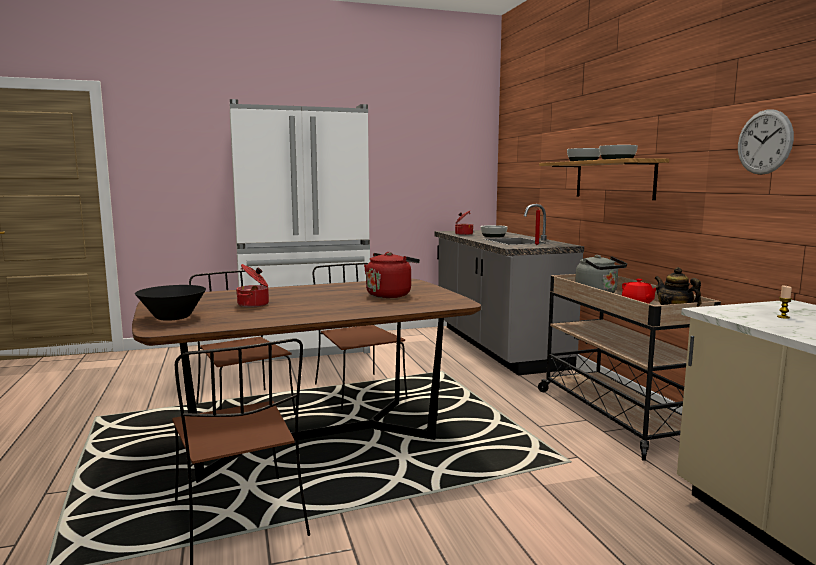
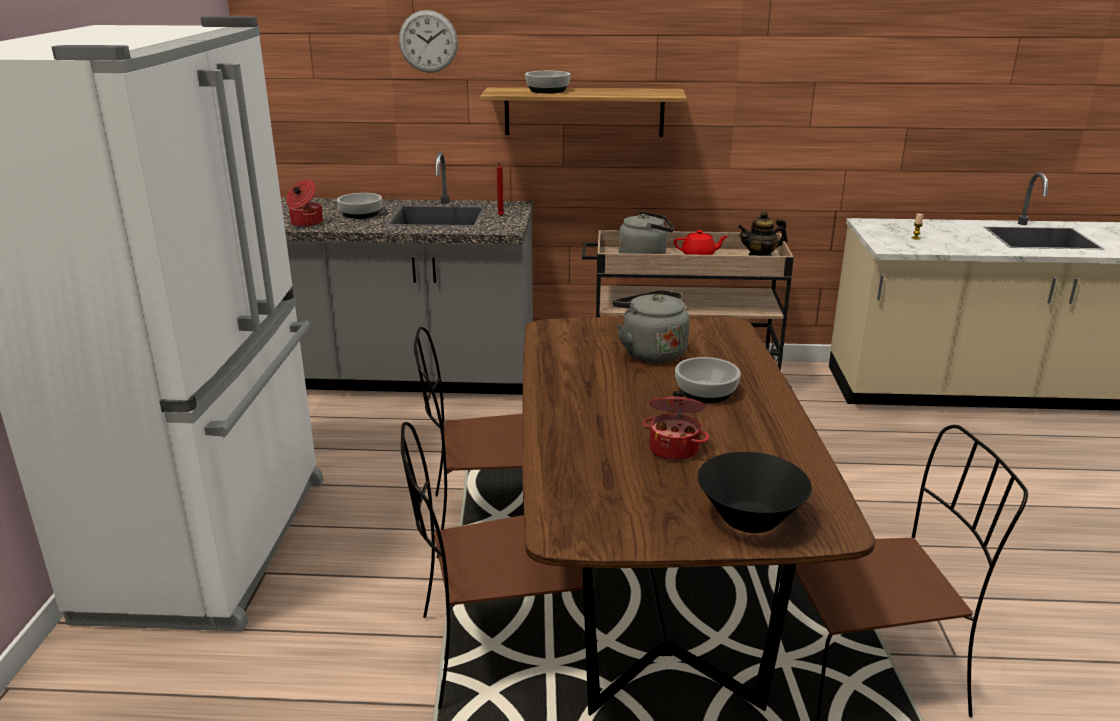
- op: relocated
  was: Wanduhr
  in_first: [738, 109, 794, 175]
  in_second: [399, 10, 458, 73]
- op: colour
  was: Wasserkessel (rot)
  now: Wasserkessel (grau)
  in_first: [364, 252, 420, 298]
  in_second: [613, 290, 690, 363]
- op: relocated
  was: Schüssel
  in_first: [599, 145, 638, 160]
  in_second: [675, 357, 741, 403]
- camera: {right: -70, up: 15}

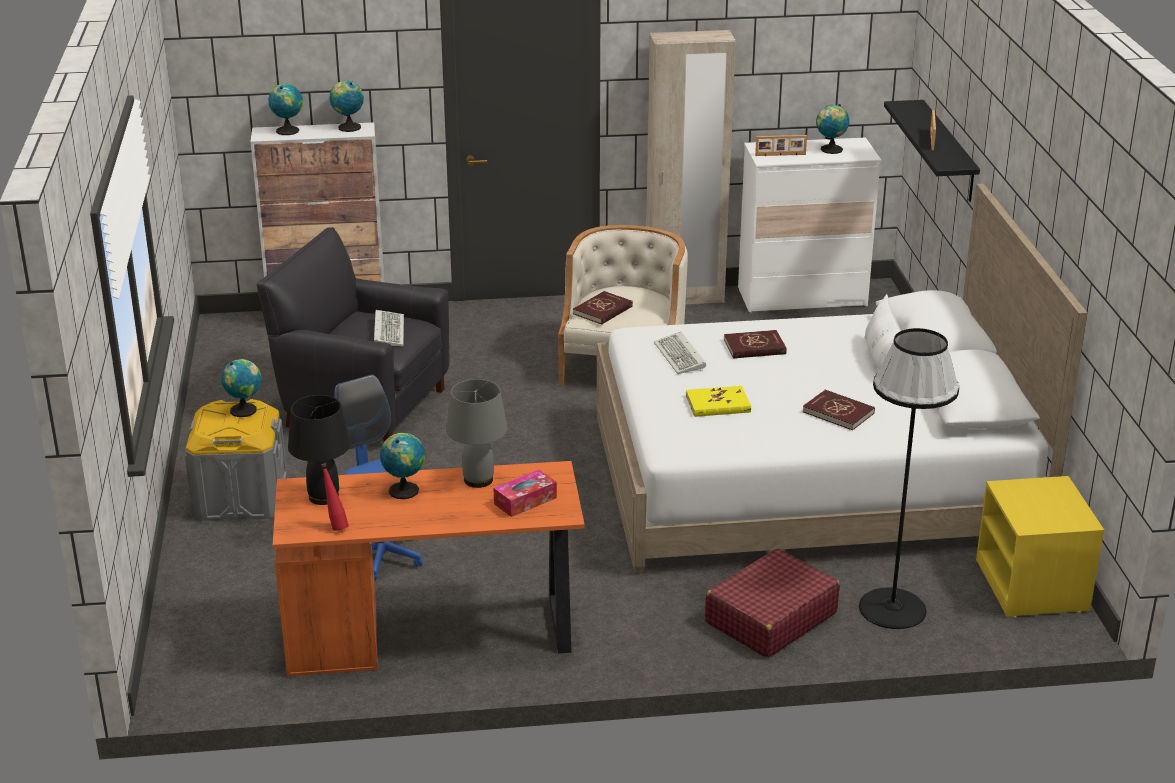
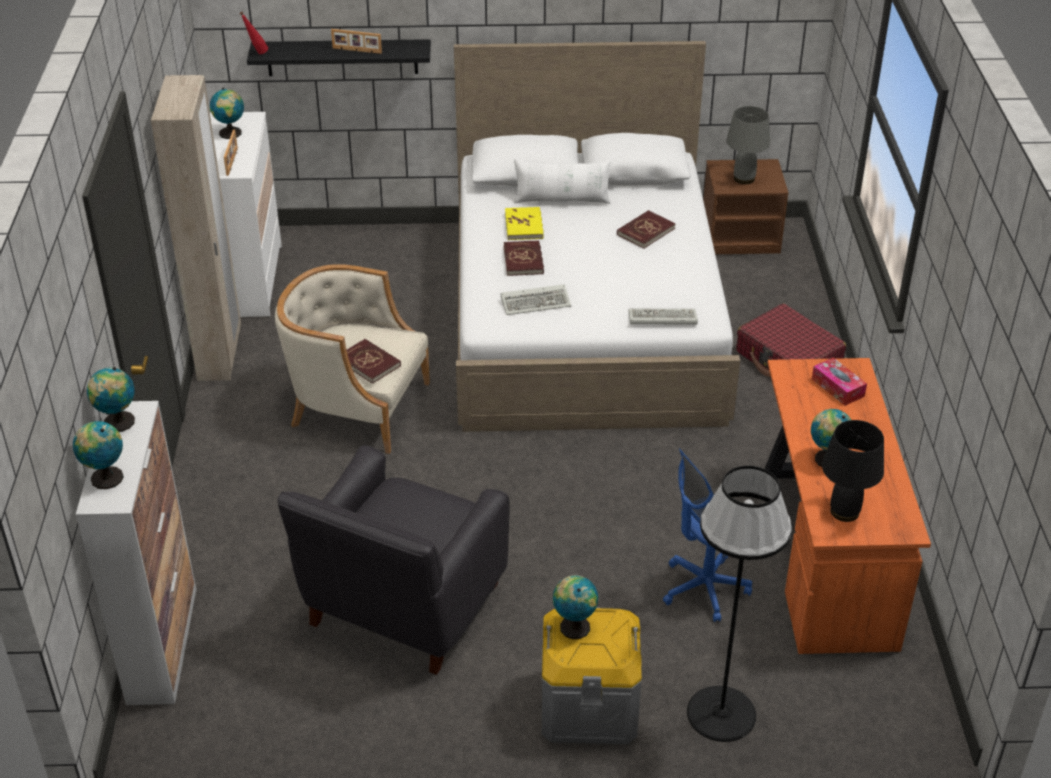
- op: relocated
  was: Flasche (rot)
  in_first: [321, 463, 349, 531]
  in_second: [240, 12, 268, 54]
- op: relocated
  was: Buch (gelb)
  in_first: [686, 386, 751, 417]
  in_second: [505, 207, 544, 240]
- op: relocated
  was: Tastatur
  in_first: [374, 310, 404, 346]
  in_second: [629, 309, 698, 325]
- op: relocated
  was: Stehlampe (schwarz)
  in_first: [859, 328, 959, 629]
  in_second: [687, 466, 792, 742]
- op: colour
  was: Nachttisch (gelb)
  now: Nachttisch (braun)
  in_first: [976, 476, 1104, 618]
  in_second: [703, 159, 789, 254]
- op: relocated
  was: Tischlampe (grau)
  in_first: [446, 379, 507, 488]
  in_second: [726, 106, 770, 184]
- camera: {right: -85, up: 10}

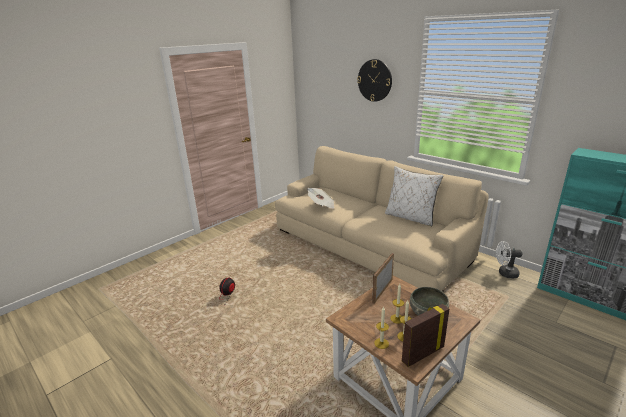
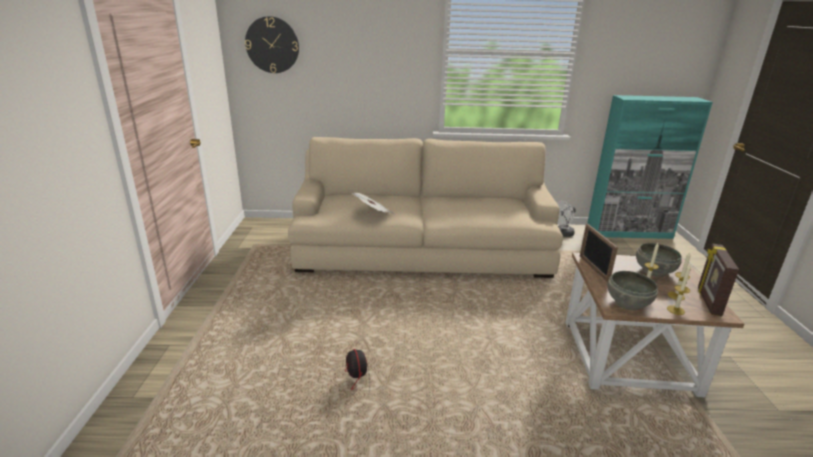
- op: relocated
  was: Wanduhr
  in_first: [357, 59, 392, 102]
  in_second: [245, 16, 299, 73]
- op: appeared
  now: Schüssel (grau)
  in_second: [608, 271, 658, 310]
- op: missing
  was: Kissen (weiß)
  in_first: [385, 166, 443, 226]
- camera: {right: -45, up: 0}

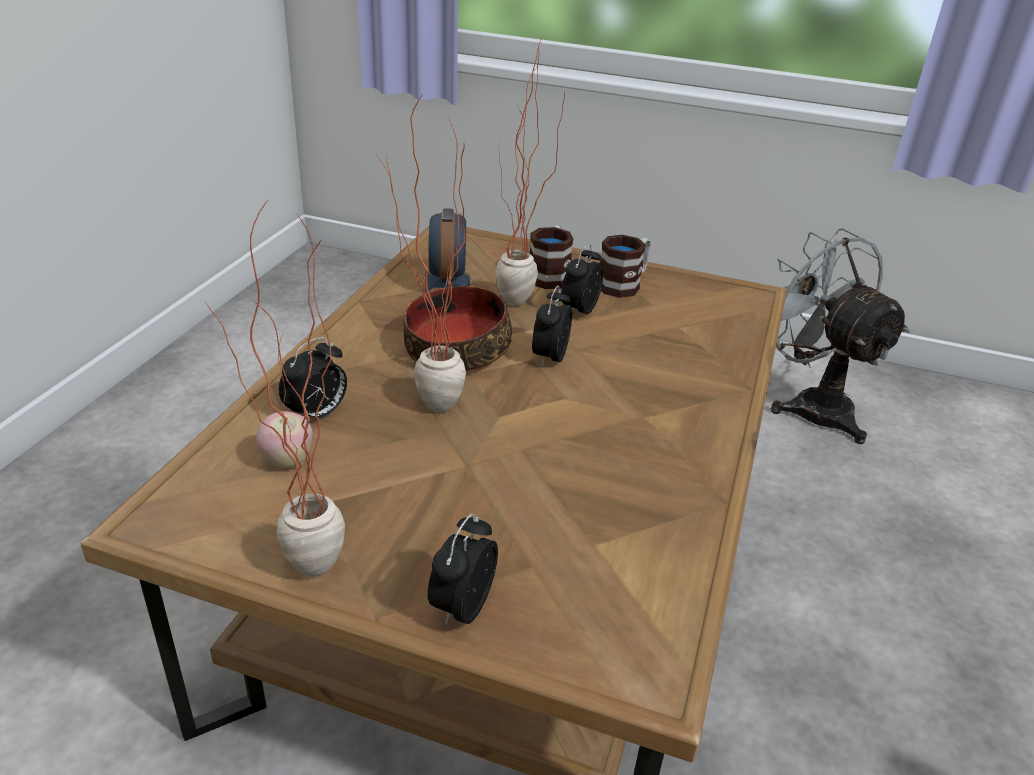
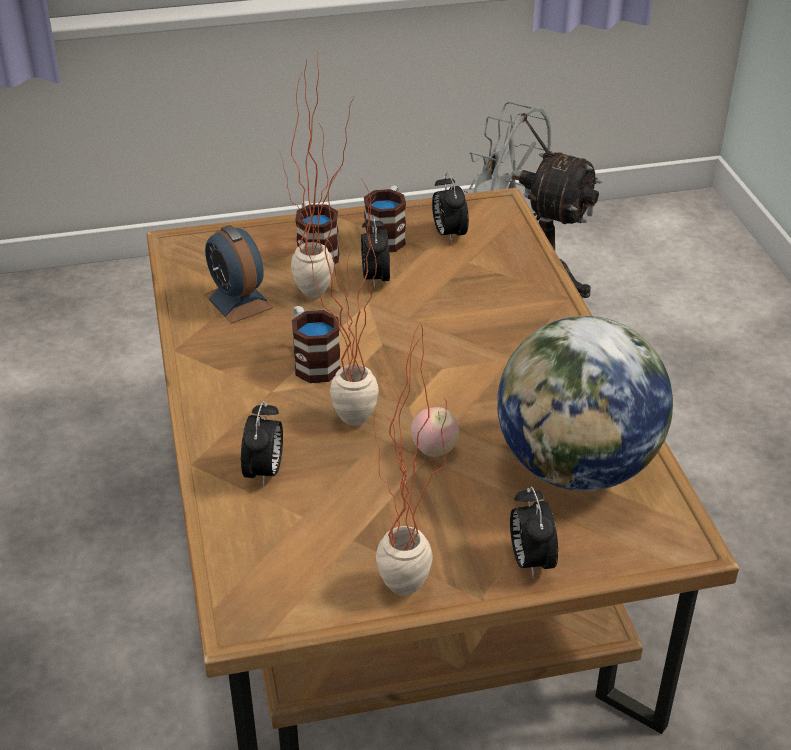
- op: exchanged
  was: Schüssel
  now: Henkelbecher
  in_first: [404, 286, 512, 371]
  in_second: [292, 306, 341, 383]
- op: relocated
  was: Apfel
  in_first: [256, 411, 312, 468]
  in_second: [411, 407, 459, 457]
- op: relocated
  was: Wecker
  in_first: [532, 285, 572, 368]
  in_second: [432, 173, 469, 244]
- op: appeared
  now: Globus
  in_second: [497, 316, 673, 491]
- camera: {right: -30, up: 5}

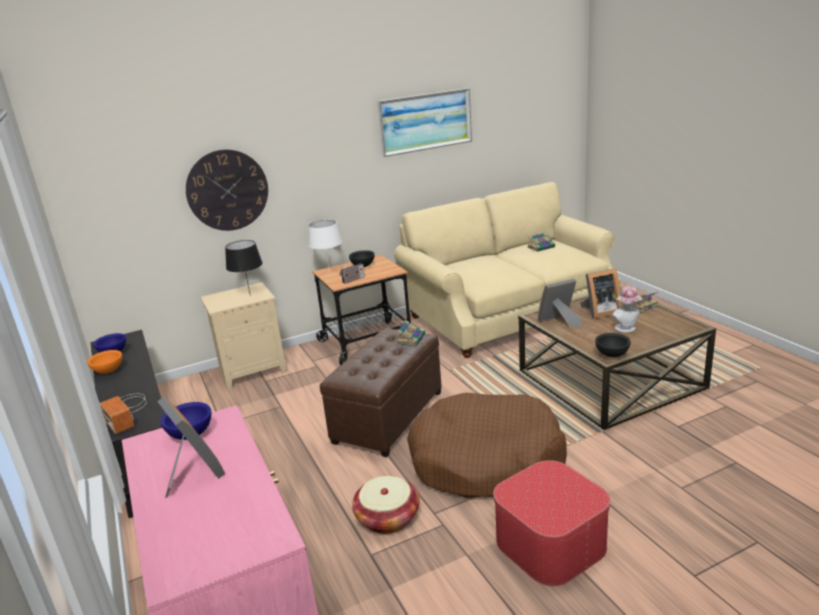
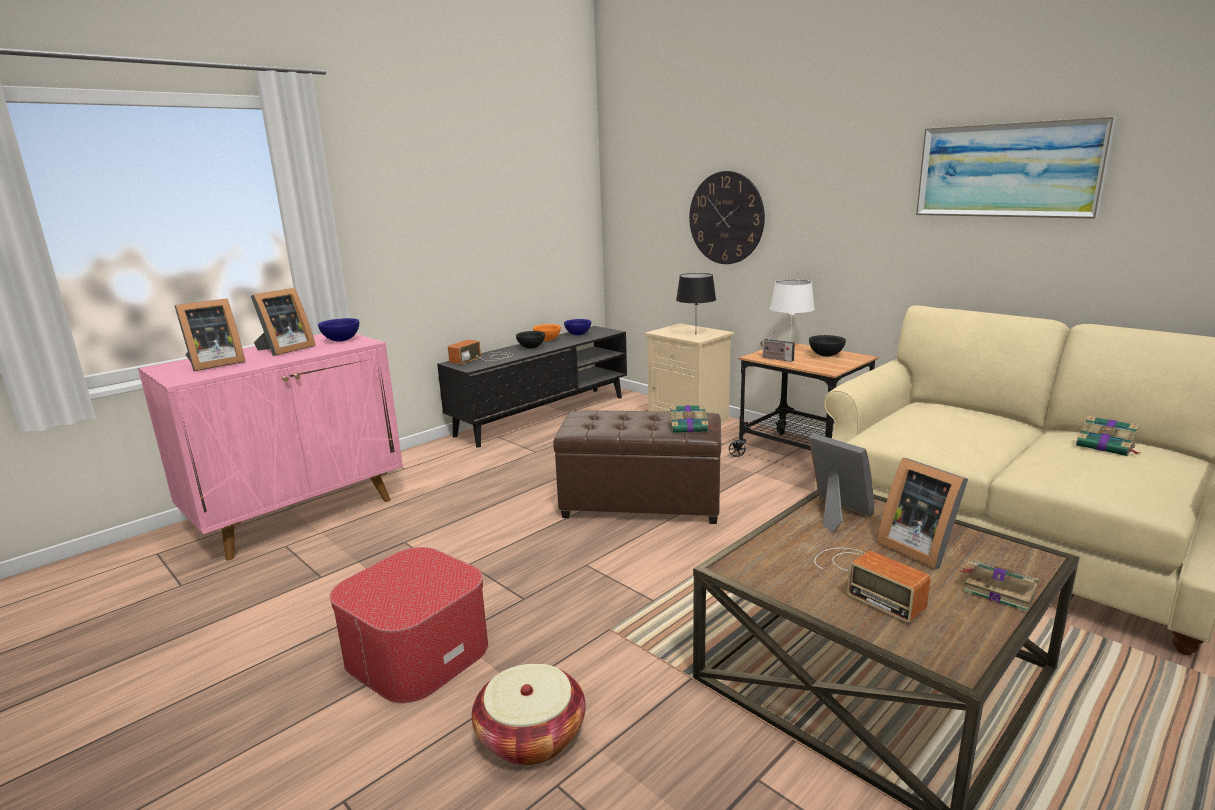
- op: appeared
  now: Bilderrahmen
  in_second: [175, 298, 245, 371]
- op: relocated
  was: Korb
  in_first: [352, 476, 420, 534]
  in_second: [472, 663, 586, 765]
- op: relocated
  was: Schüssel (schwarz)
  in_first: [595, 333, 631, 357]
  in_second: [516, 331, 545, 349]
- op: exchanged
  was: Hut
  now: Radio
  in_first: [612, 286, 642, 332]
  in_second: [814, 548, 931, 623]
- op: missing
  was: Hundebett (braun)
  in_first: [407, 393, 567, 498]
- camera: {right: 70, up: -5}

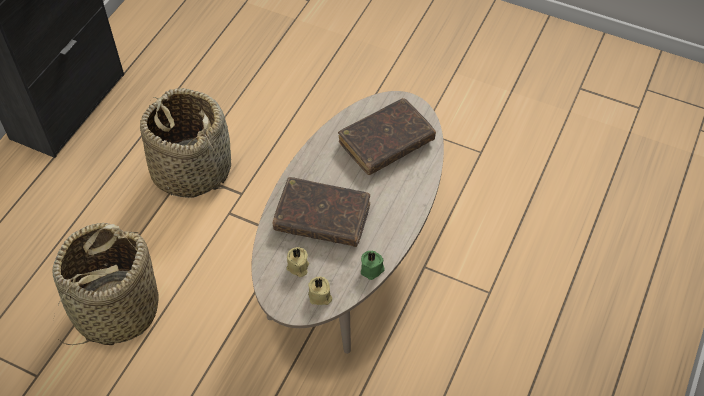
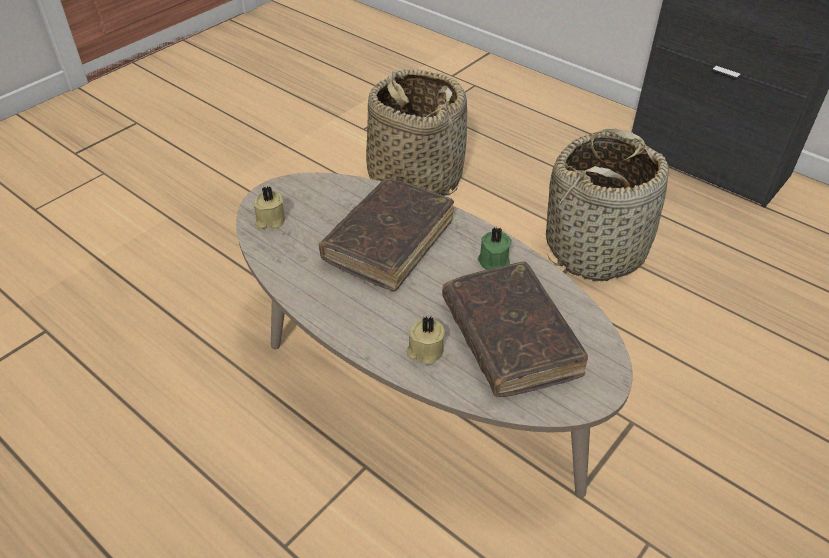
- op: relocated
  was: Kerze (beige)
  in_first: [287, 247, 309, 277]
  in_second: [406, 316, 445, 365]
- op: relocated
  was: Kerze (grün)
  in_first: [361, 251, 385, 280]
  in_second: [478, 227, 512, 270]
- camera: {right: 105, up: -10}

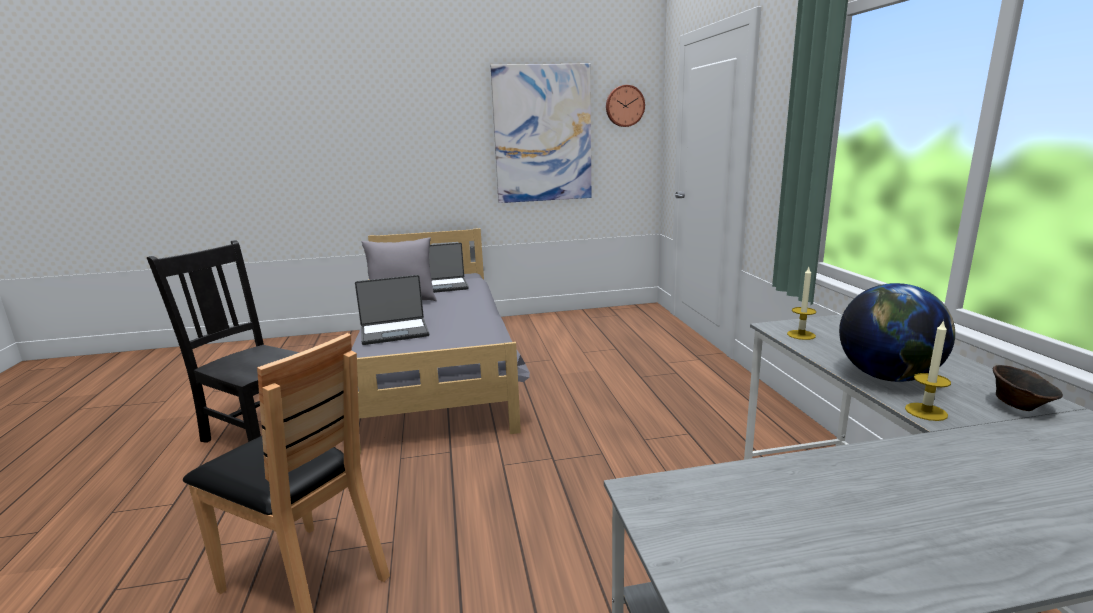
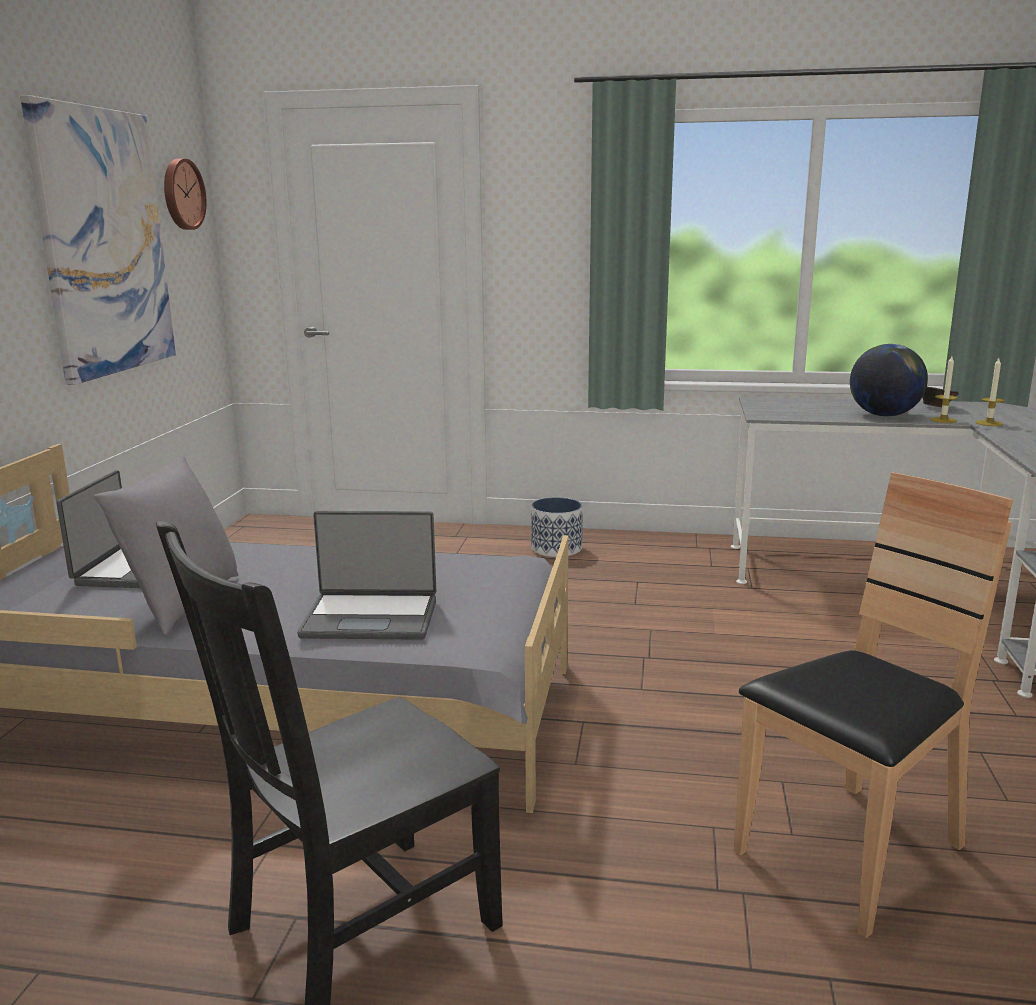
- op: spun
  was: Laptop
  in_first: [355, 275, 429, 345]
  in_second: [297, 511, 436, 640]
  clockwise: 90
- op: appeared
  now: Pflanzkübel
  in_second: [531, 497, 583, 557]
- op: relocated
  was: Kerze
  in_first: [787, 267, 816, 340]
  in_second: [976, 358, 1005, 426]
- camera: {right: -70, up: 0}

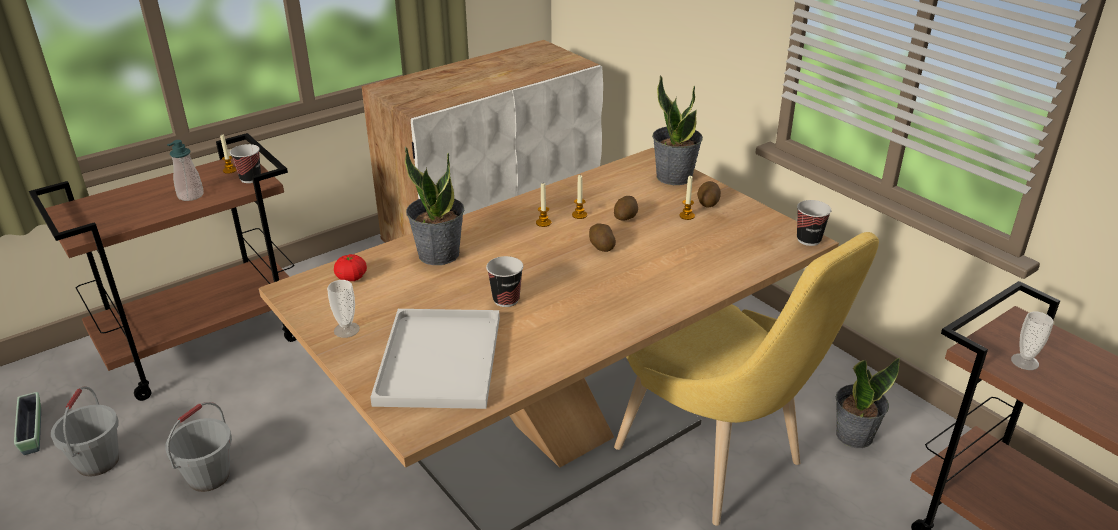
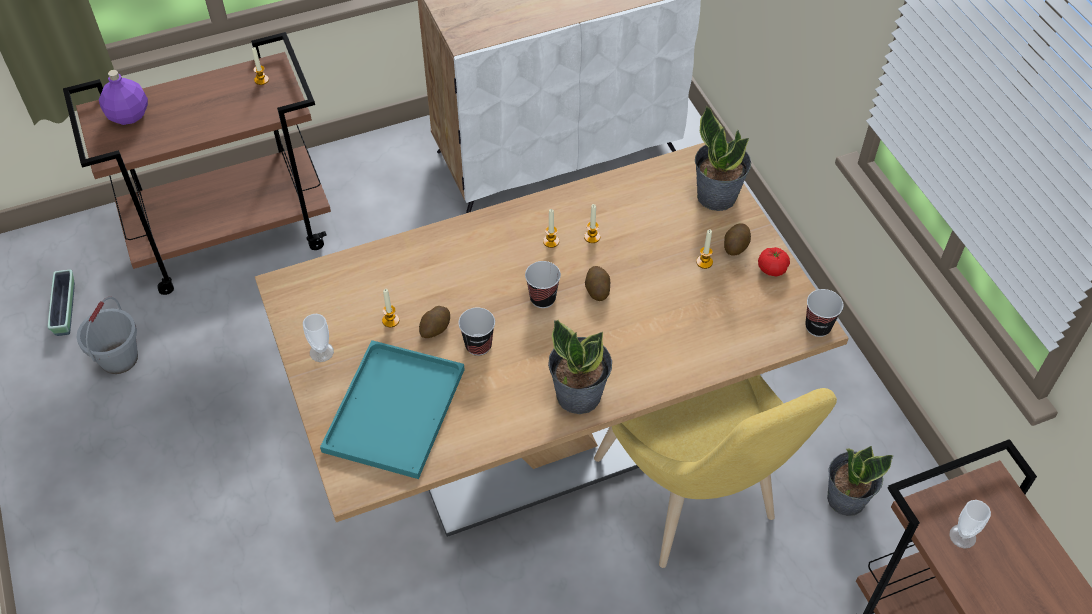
- op: appeared
  now: Flasche (lila)
  in_second: [99, 70, 148, 125]
- op: colour
  was: Tablett (weiß)
  now: Tablett (türkis)
  in_first: [370, 309, 500, 409]
  in_second: [320, 340, 465, 479]
- op: appeared
  now: Kerze
  in_second: [382, 289, 399, 327]
- op: relocated
  was: Kartoffel
  in_first: [614, 196, 638, 221]
  in_second: [419, 306, 450, 338]
- op: relocated
  was: Tasse
  in_first: [230, 144, 261, 183]
  in_second: [525, 261, 561, 308]
- op: relocated
  was: Topfpflanze
  in_first: [405, 146, 464, 265]
  in_second: [548, 319, 612, 414]
- op: relocated
  was: Tomate
  in_first: [334, 254, 367, 281]
  in_second: [758, 247, 790, 276]
- op: missing
  was: Eimer (grau)
  in_first: [165, 402, 232, 492]
- op: missing
  was: Seifenspender
  in_first: [167, 140, 204, 201]
- camera: {right: 15, up: 20}

